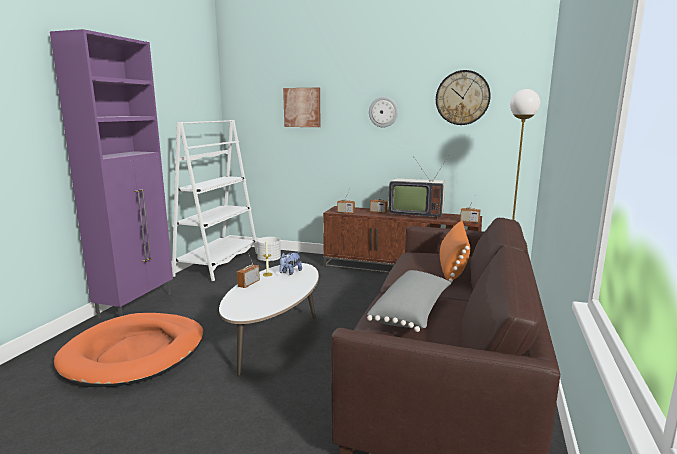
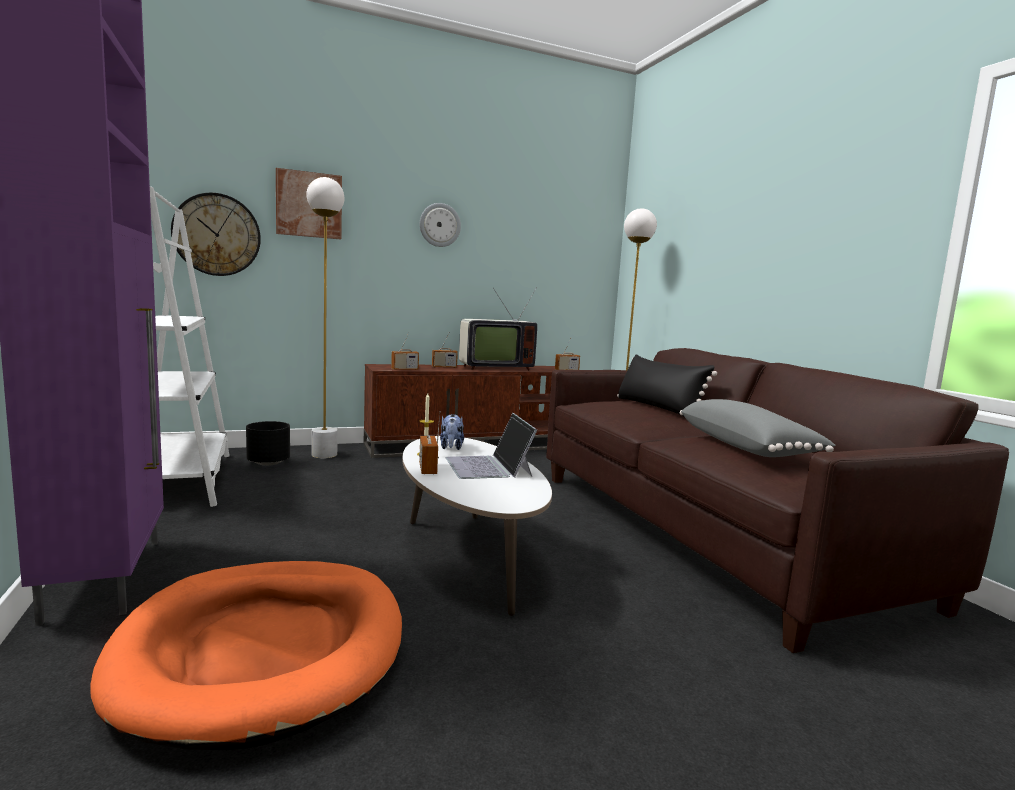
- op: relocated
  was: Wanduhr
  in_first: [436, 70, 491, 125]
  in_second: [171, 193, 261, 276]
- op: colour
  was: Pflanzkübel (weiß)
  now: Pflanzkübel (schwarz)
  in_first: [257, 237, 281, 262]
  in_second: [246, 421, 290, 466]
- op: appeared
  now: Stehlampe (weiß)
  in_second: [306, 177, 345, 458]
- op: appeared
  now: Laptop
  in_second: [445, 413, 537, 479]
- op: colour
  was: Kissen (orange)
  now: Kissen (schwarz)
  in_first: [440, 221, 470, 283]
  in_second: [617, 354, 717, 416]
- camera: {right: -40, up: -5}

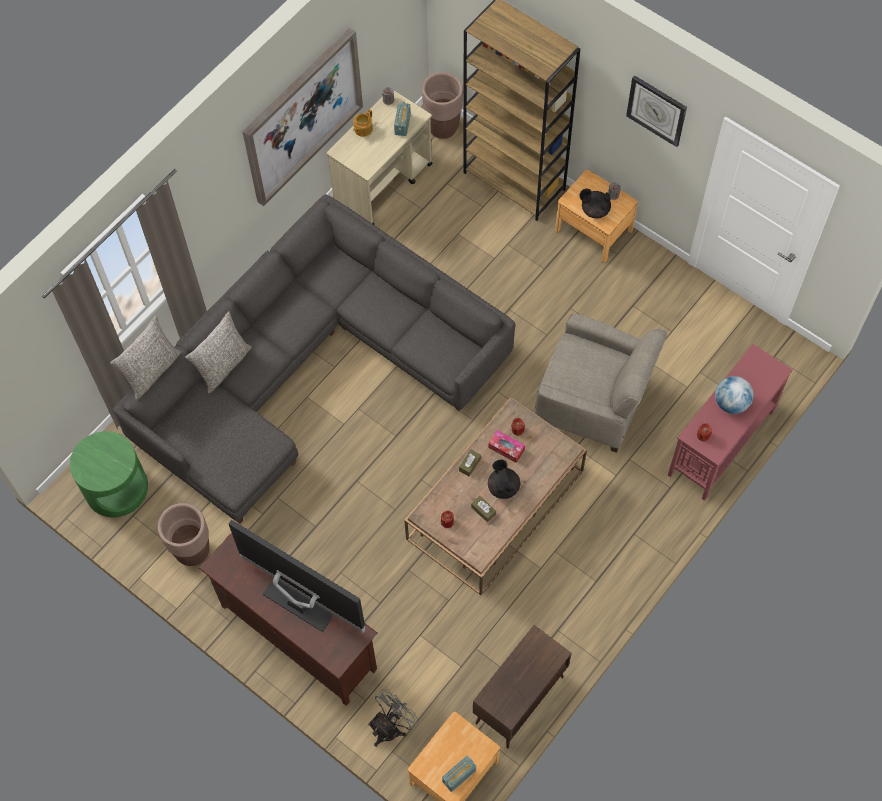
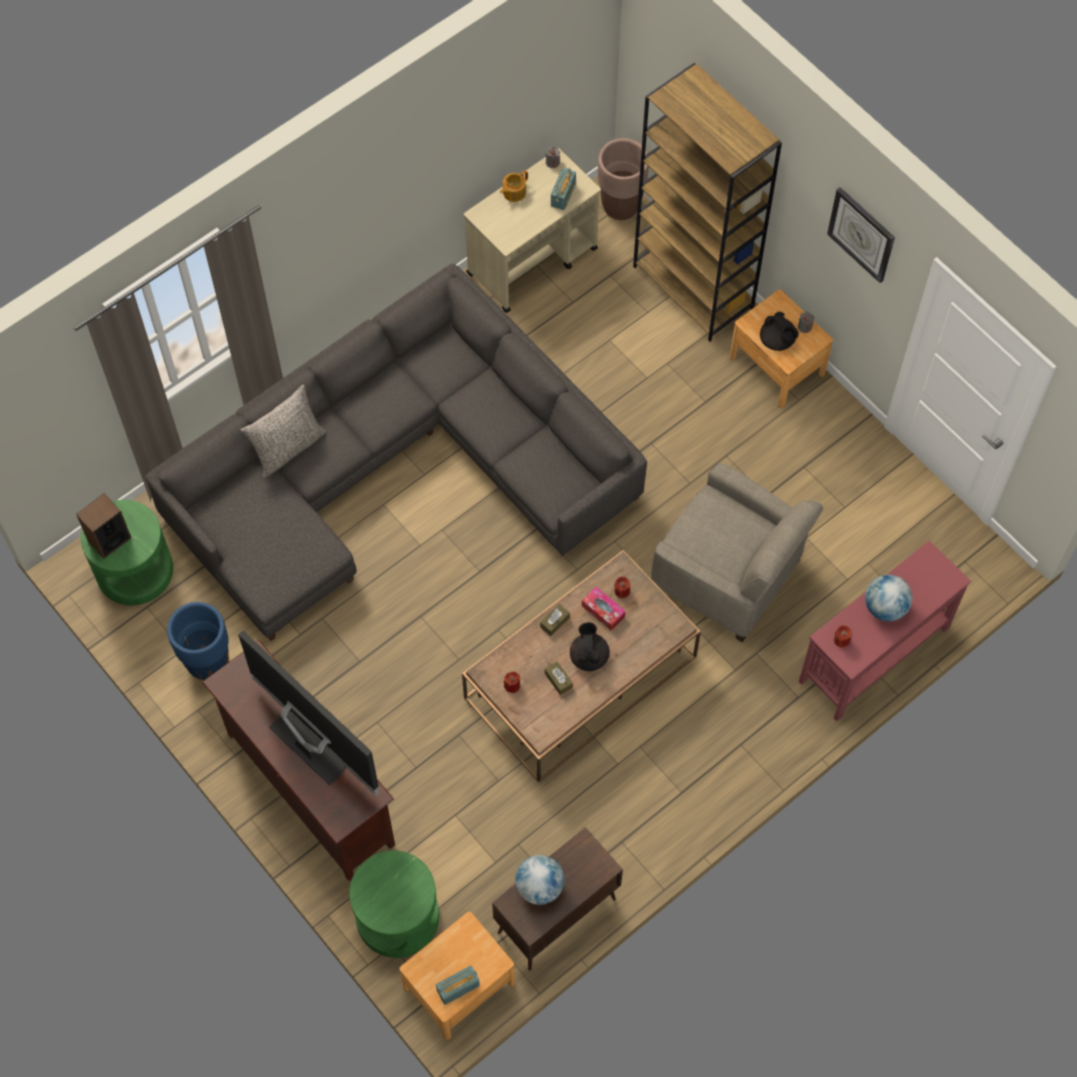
- op: appeared
  now: Lautsprecher
  in_second: [76, 493, 131, 559]
- op: colour
  was: Pflanzkübel (braun)
  now: Pflanzkübel (blau)
  in_first: [158, 503, 210, 566]
  in_second: [167, 602, 229, 680]
- op: exchanged
  was: Ventilator (grau)
  now: Beistelltisch (grün)
  in_first: [368, 689, 419, 747]
  in_second: [349, 850, 439, 958]
- op: appeared
  now: Globus
  in_second: [515, 855, 564, 905]
- op: spun
  was: Teekanne (schwarz)
  in_first: [580, 189, 611, 219]
  in_second: [760, 312, 799, 351]
  clockwise: -150
- op: missing
  was: Kissen (grau)
  in_first: [110, 316, 181, 400]
- op: missing
  was: Bild
  in_first: [242, 28, 363, 206]
- camera: {right: 10, up: 0}

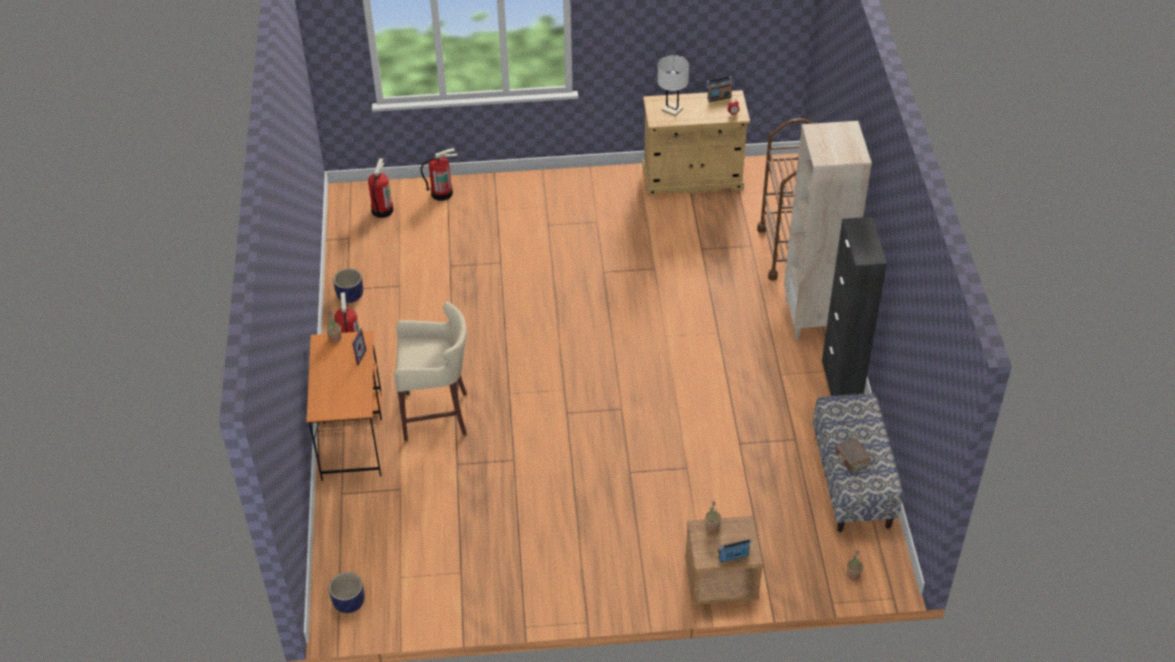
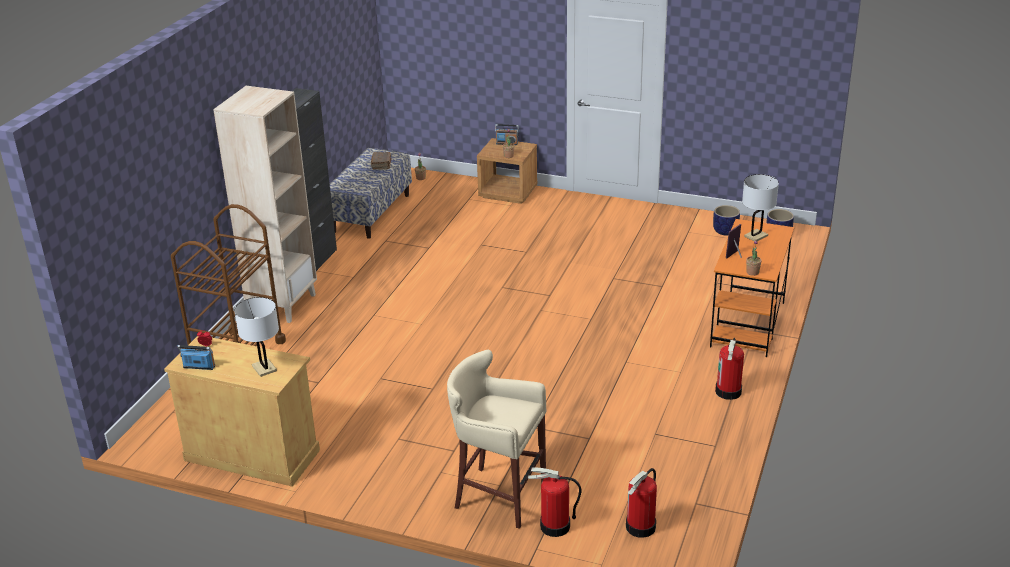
- op: relocated
  was: Hocker (beige)
  in_first: [394, 302, 467, 441]
  in_second: [447, 350, 546, 529]
- op: relocated
  was: Pflanzkübel
  in_first: [333, 269, 363, 303]
  in_second: [713, 205, 740, 235]
- op: appeared
  now: Tischlampe (weiß)
  in_second: [742, 174, 779, 241]
- camera: {right: -155, up: -15}

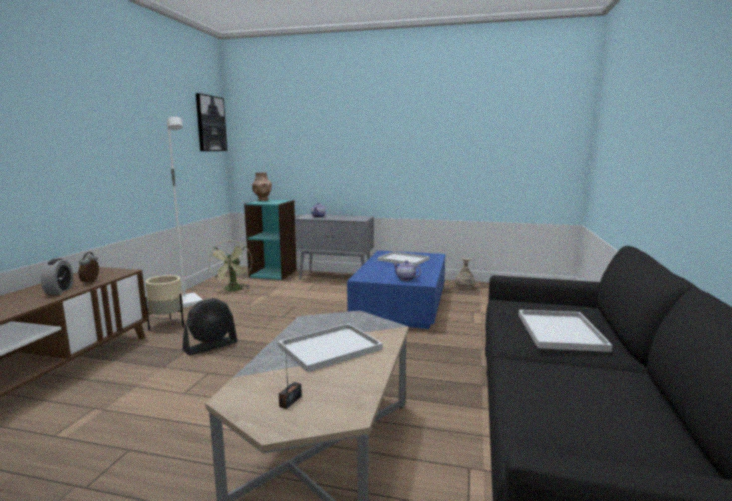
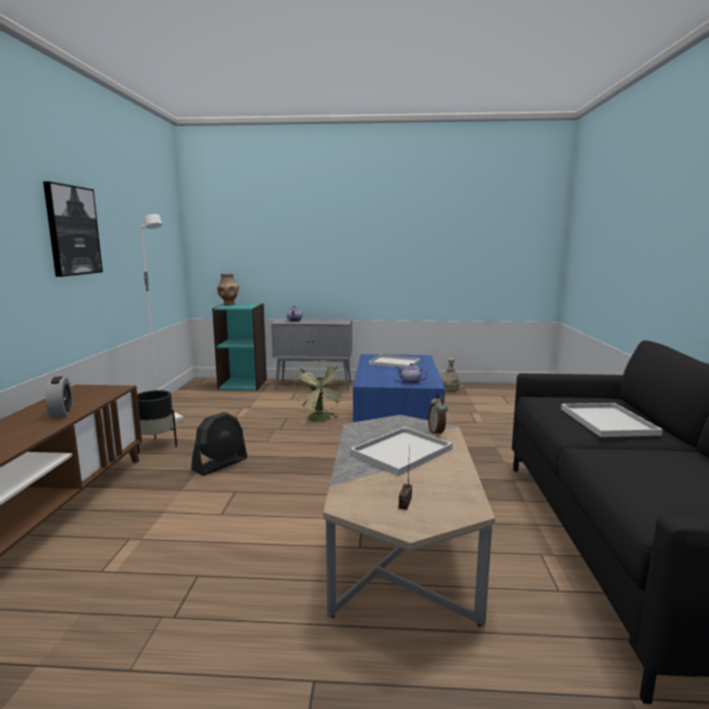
- op: relocated
  was: Bild
  in_first: [196, 93, 227, 151]
  in_second: [43, 181, 103, 277]
- op: colour
  was: Pflanzkübel (beige)
  now: Pflanzkübel (schwarz)
  in_first: [145, 275, 184, 330]
  in_second: [137, 390, 177, 453]
- op: relocated
  was: Ventilator (grün)
  in_first: [208, 241, 252, 291]
  in_second: [294, 360, 346, 422]
- op: relocated
  was: Wecker
  in_first: [78, 252, 99, 284]
  in_second: [428, 395, 448, 436]
- camera: {right: -10, up: 0}

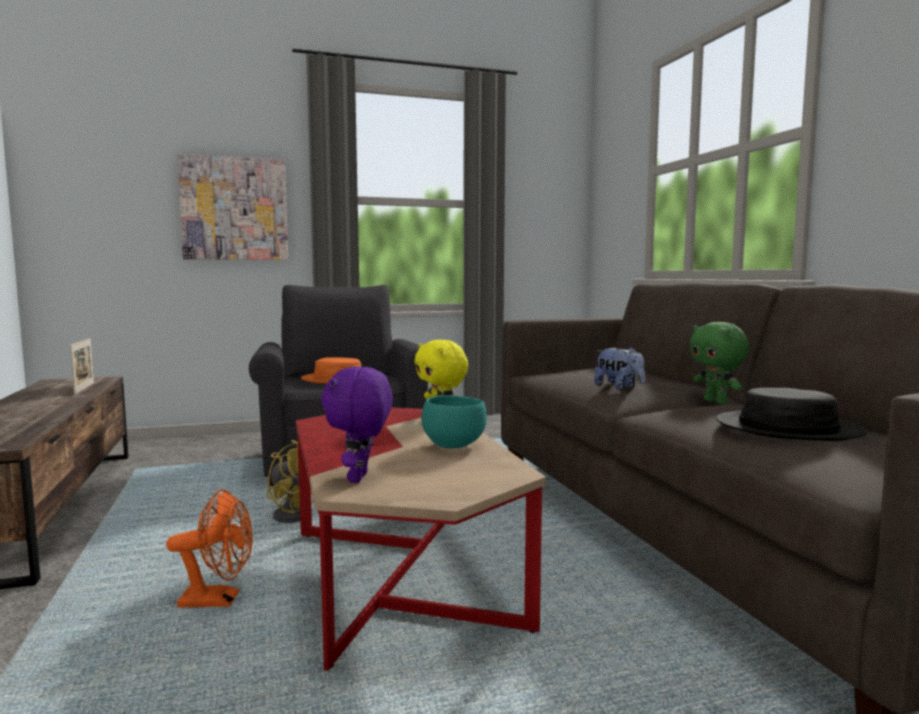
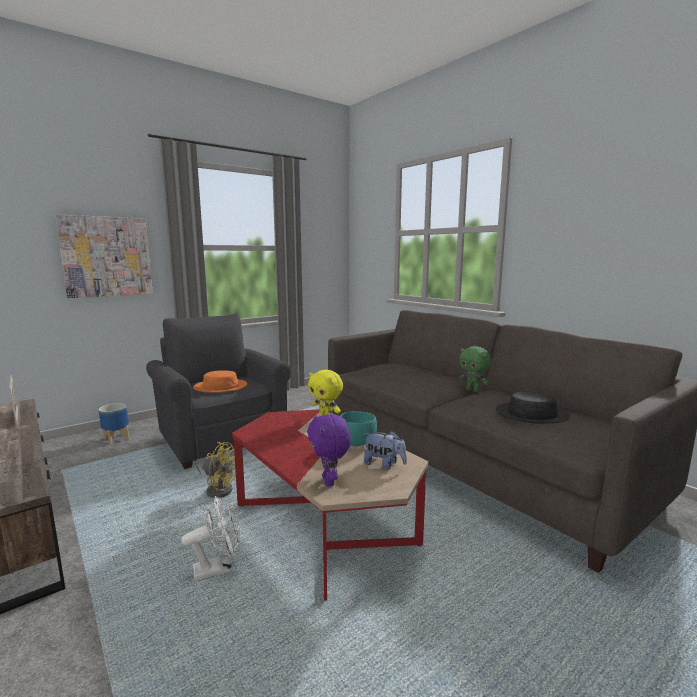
- op: appeared
  now: Pflanzkübel
  in_second: [98, 403, 129, 444]
- op: colour
  was: Ventilator (orange)
  now: Ventilator (weiß)
  in_first: [166, 489, 253, 607]
  in_second: [181, 496, 240, 581]
- op: relocated
  was: Plüschtier
  in_first: [594, 347, 645, 390]
  in_second: [363, 431, 407, 470]
- camera: {right: -20, up: 5}

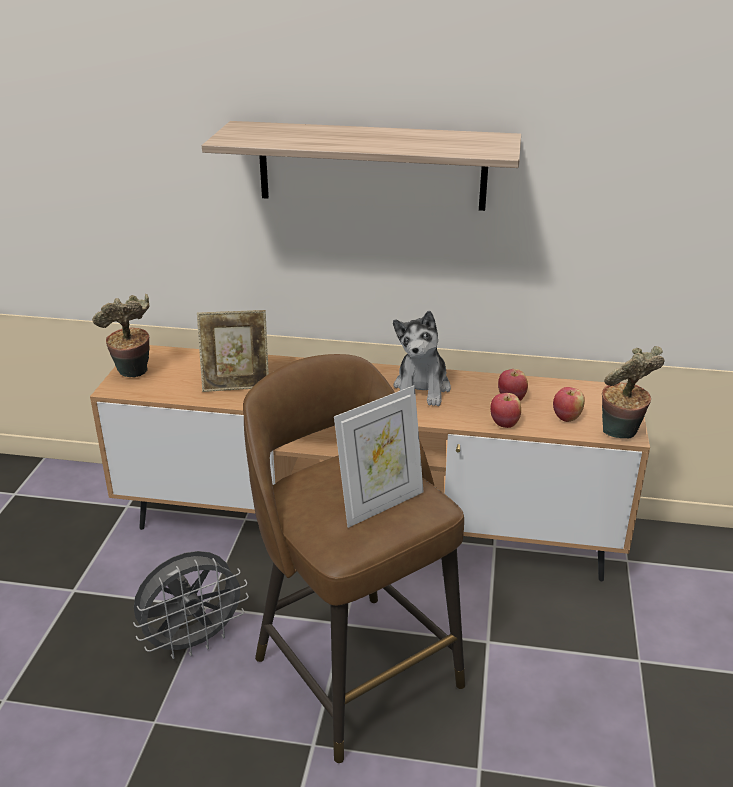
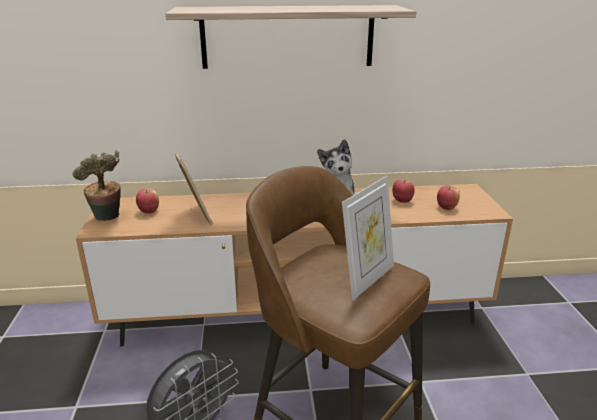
- op: relocated
  was: Apfel
  in_first: [490, 393, 521, 428]
  in_second: [136, 189, 159, 214]
- op: spun
  was: Bilderrahmen
  in_first: [197, 310, 269, 392]
  in_second: [175, 153, 213, 225]
  clockwise: -90
- op: missing
  was: Topfpflanze
  in_first: [602, 346, 664, 438]
- camera: {right: -15, up: -5}

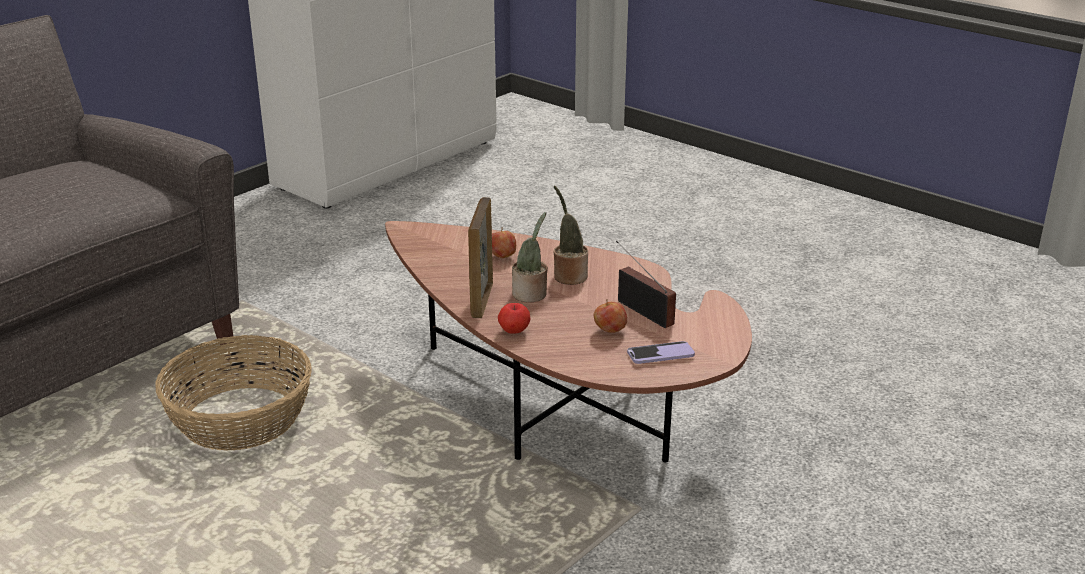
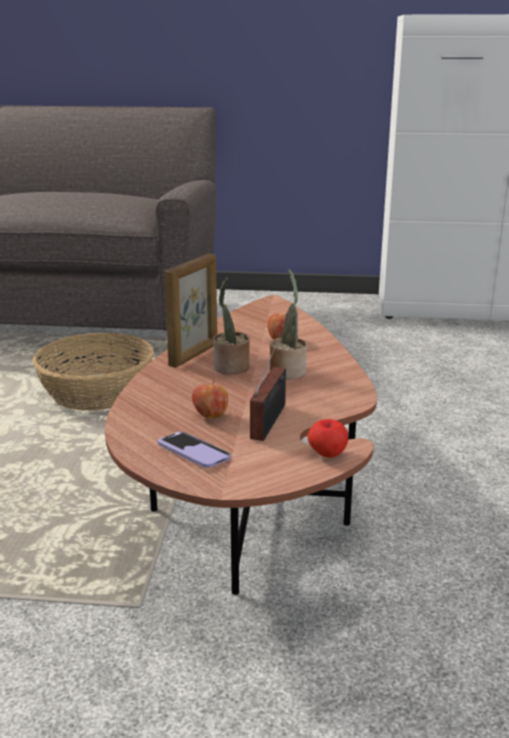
- op: spun
  was: Bilderrahmen
  in_first: [468, 197, 493, 318]
  in_second: [164, 254, 217, 368]
  clockwise: 150
- op: relocated
  was: Apfel
  in_first: [498, 303, 531, 334]
  in_second: [307, 419, 348, 458]
- camera: {right: 55, up: -5}

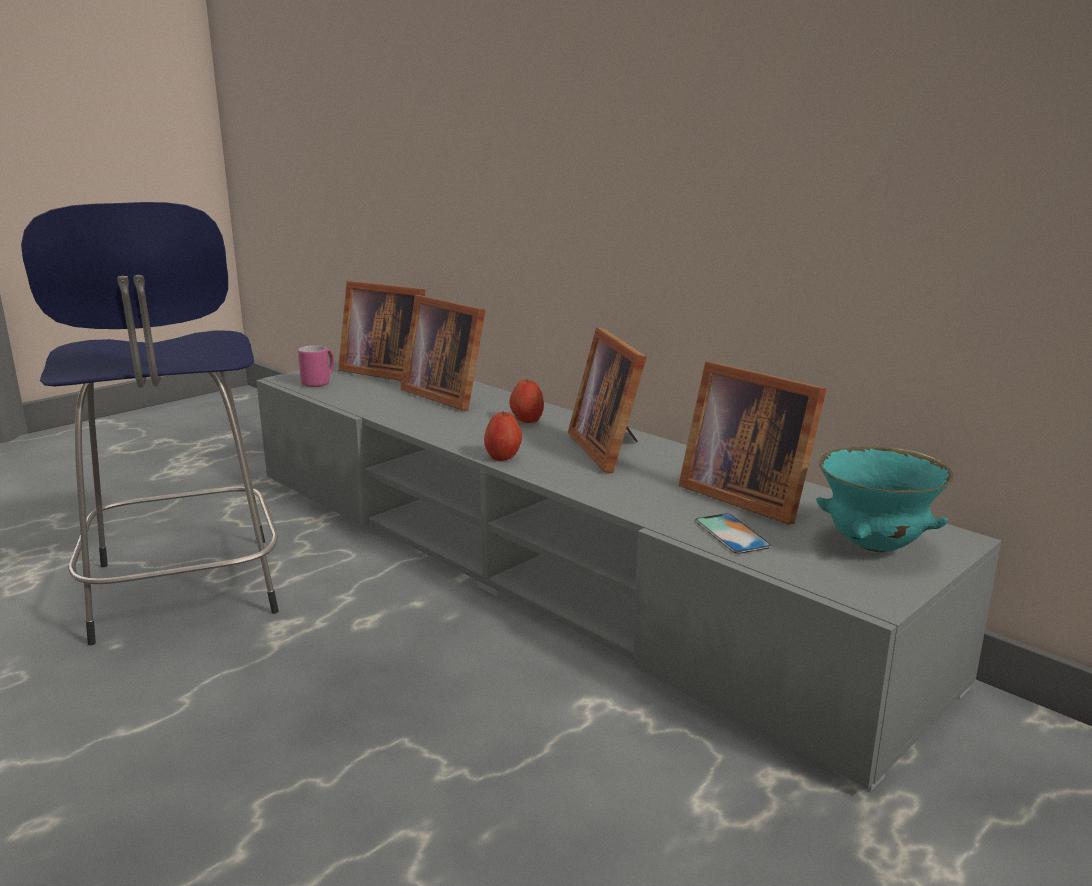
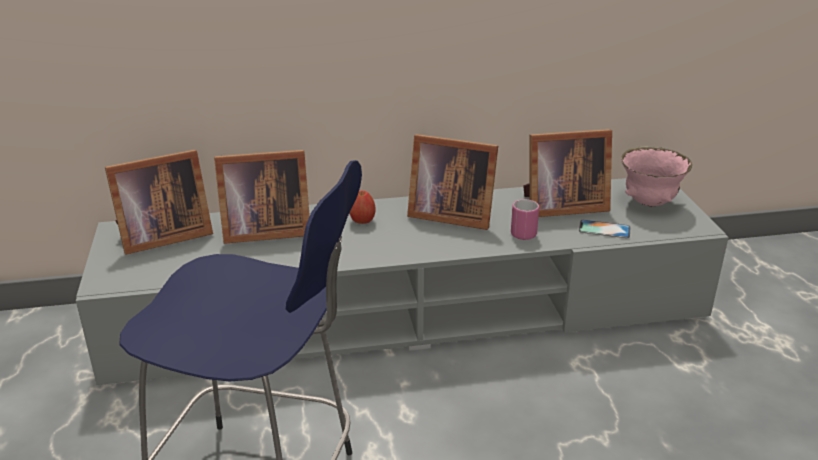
- op: relocated
  was: Henkelbecher (rosa)
  in_first: [298, 345, 334, 387]
  in_second: [511, 199, 539, 240]
- op: colour
  was: Schüssel (türkis)
  now: Schüssel (rosa)
  in_first: [816, 446, 953, 552]
  in_second: [621, 146, 692, 207]
- op: missing
  was: Apfel
  in_first: [484, 411, 522, 461]
- camera: {right: -55, up: 10}

